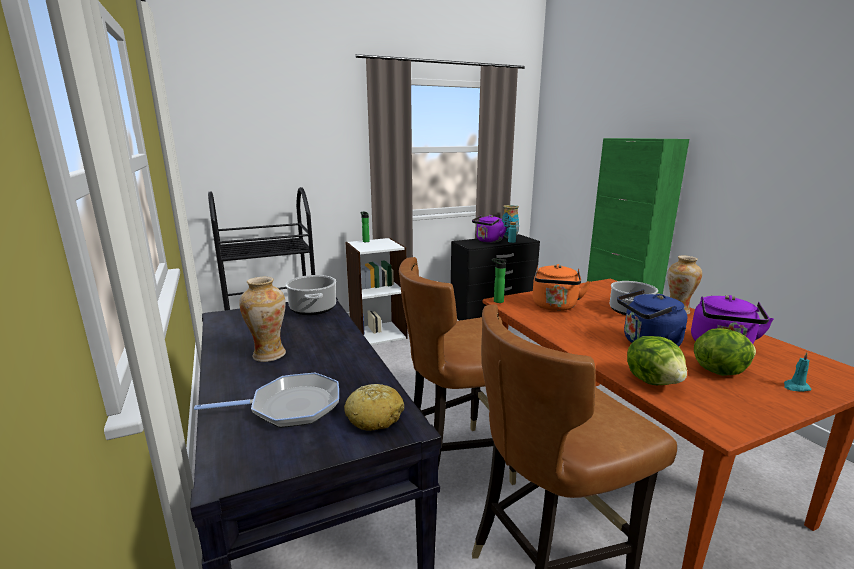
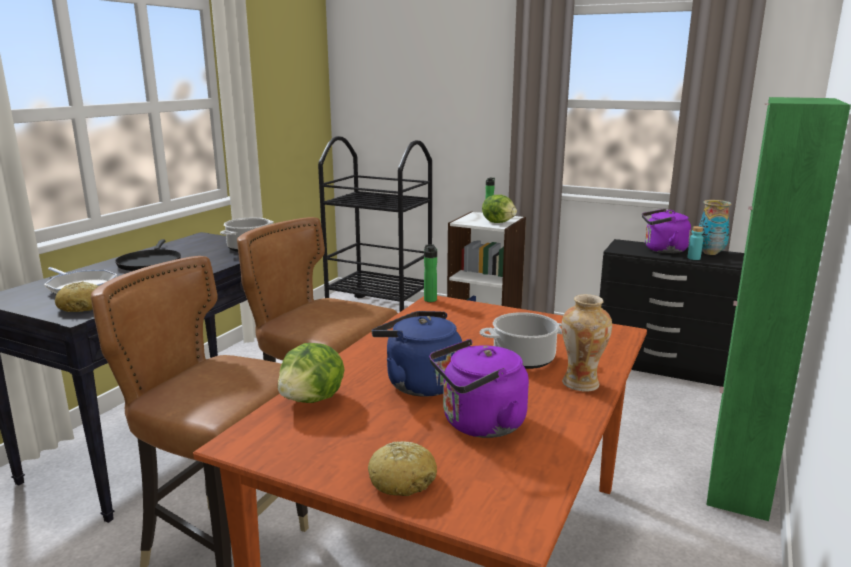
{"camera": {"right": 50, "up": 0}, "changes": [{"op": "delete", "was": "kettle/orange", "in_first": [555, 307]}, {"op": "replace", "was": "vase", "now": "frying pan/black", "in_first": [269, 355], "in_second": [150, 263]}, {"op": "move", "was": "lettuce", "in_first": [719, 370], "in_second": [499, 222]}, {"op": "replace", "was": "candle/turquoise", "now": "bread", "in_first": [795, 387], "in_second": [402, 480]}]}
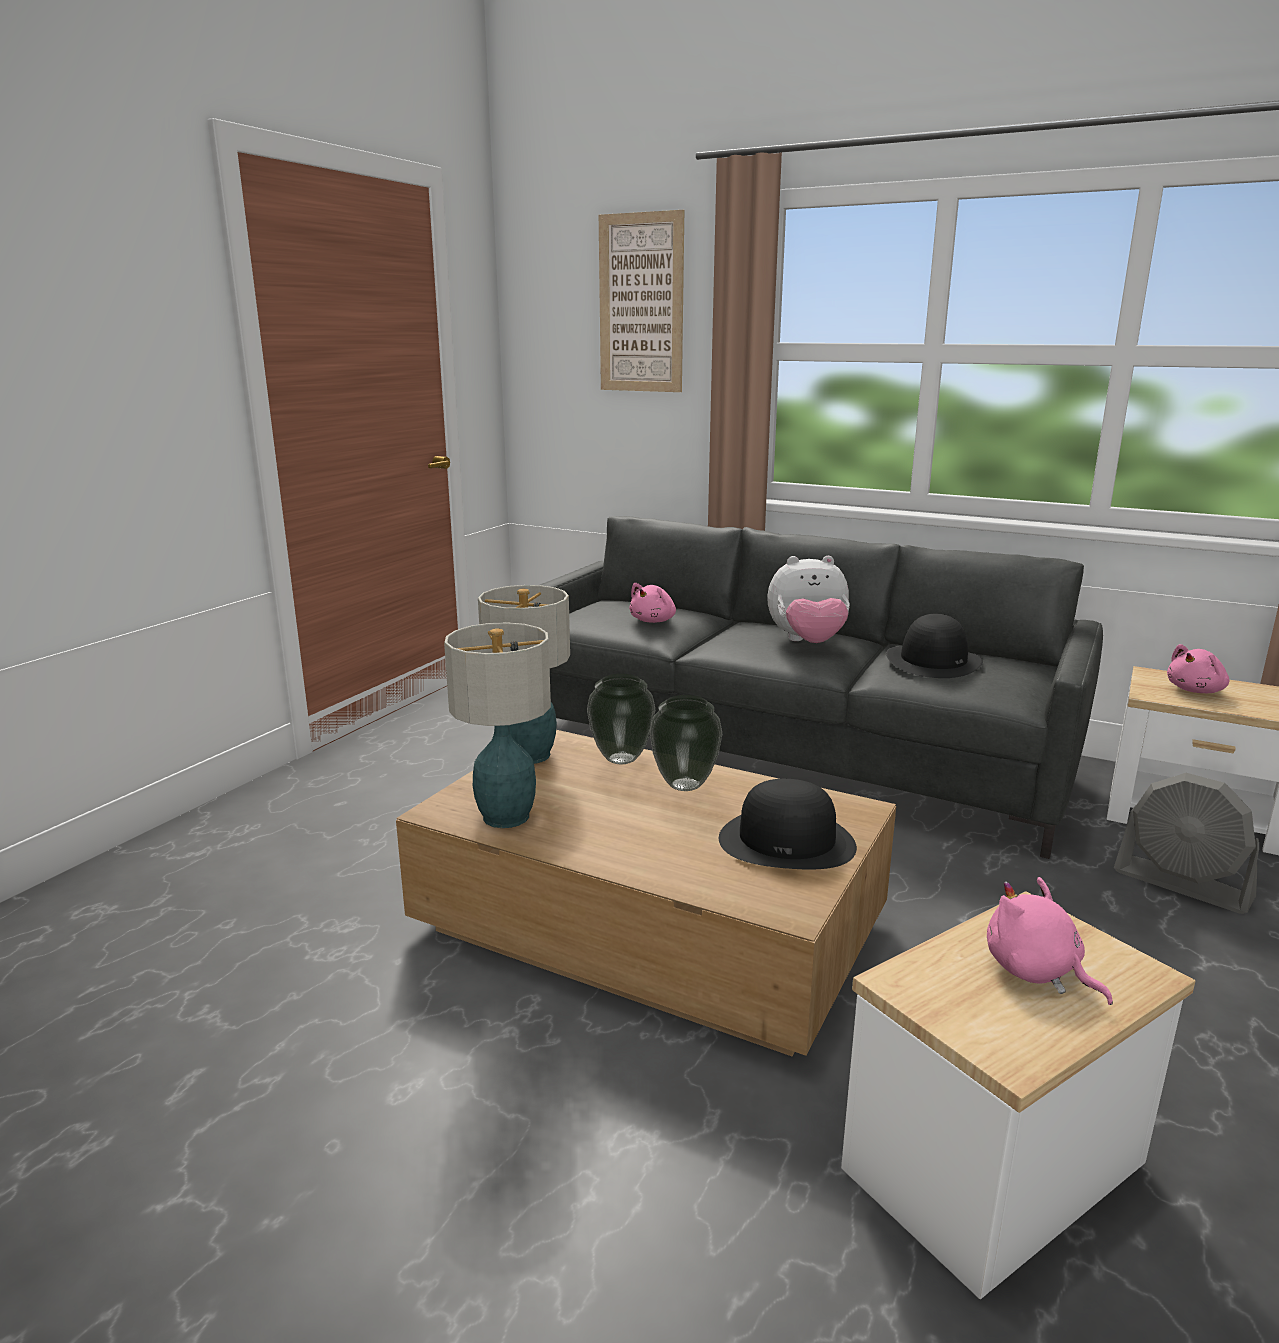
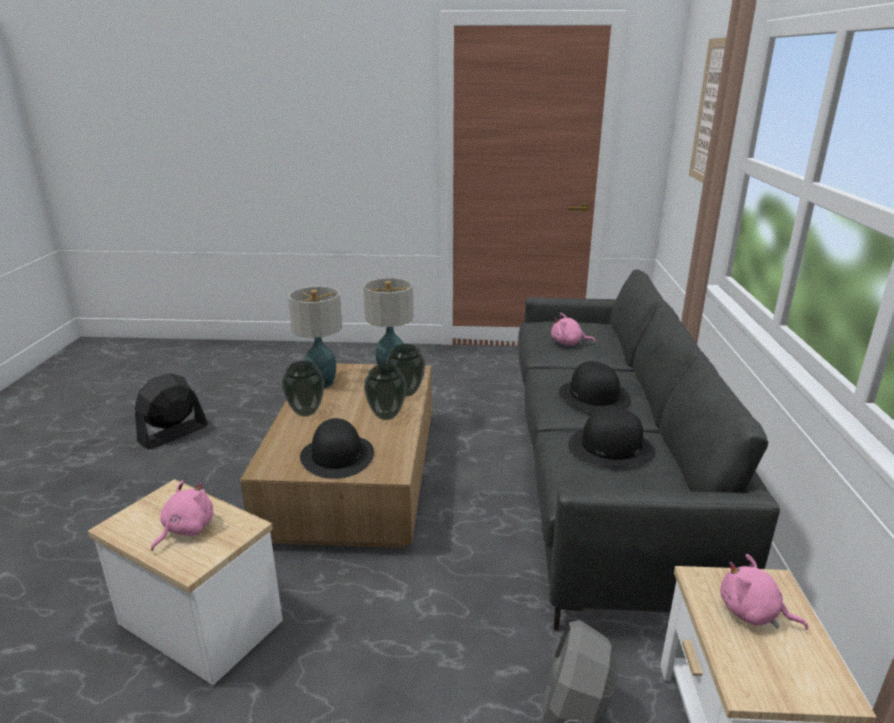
{"camera": {"right": 65, "up": 5}, "changes": [{"op": "replace", "was": "plush toy", "now": "hat/black", "in_first": [807, 643], "in_second": [594, 396]}, {"op": "insert", "now": "vase", "in_second": [305, 412]}, {"op": "insert", "now": "fan/black", "in_second": [173, 434]}]}
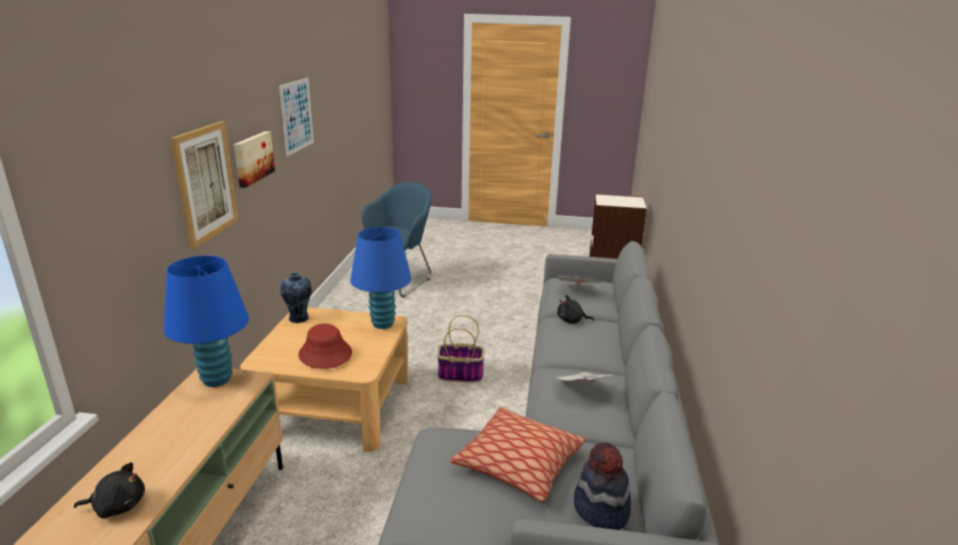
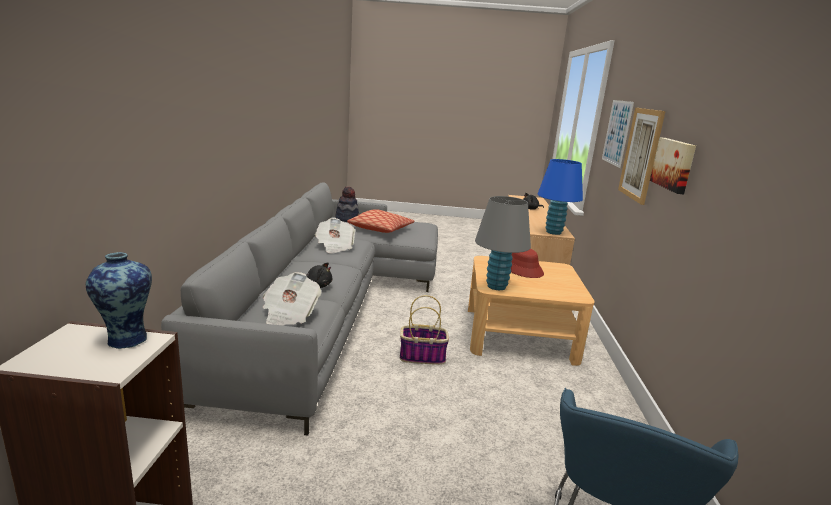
{"camera": {"right": 175, "up": -5}, "changes": [{"op": "move", "was": "picture", "in_first": [297, 116], "in_second": [617, 132]}, {"op": "recolor", "was": "table lamp/blue", "now": "table lamp/grey", "in_first": [383, 324], "in_second": [496, 286]}, {"op": "move", "was": "vase", "in_first": [299, 319], "in_second": [127, 339]}]}
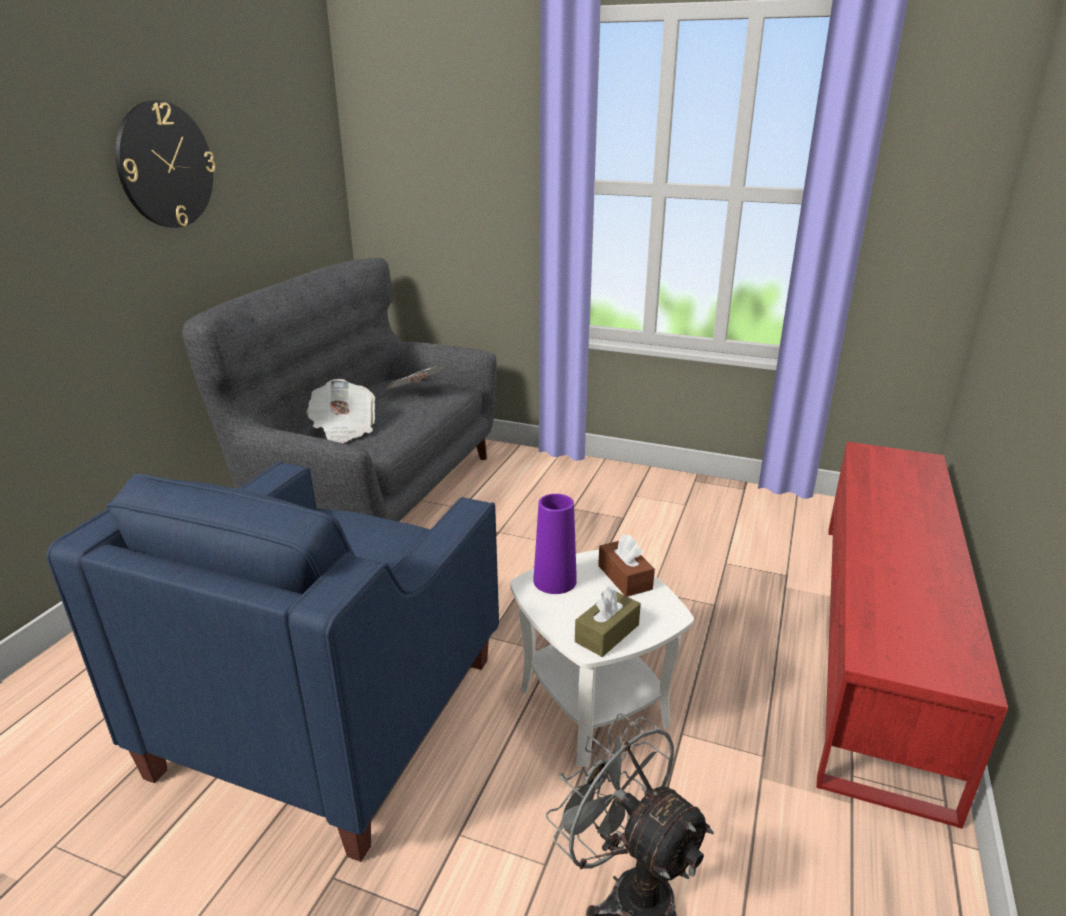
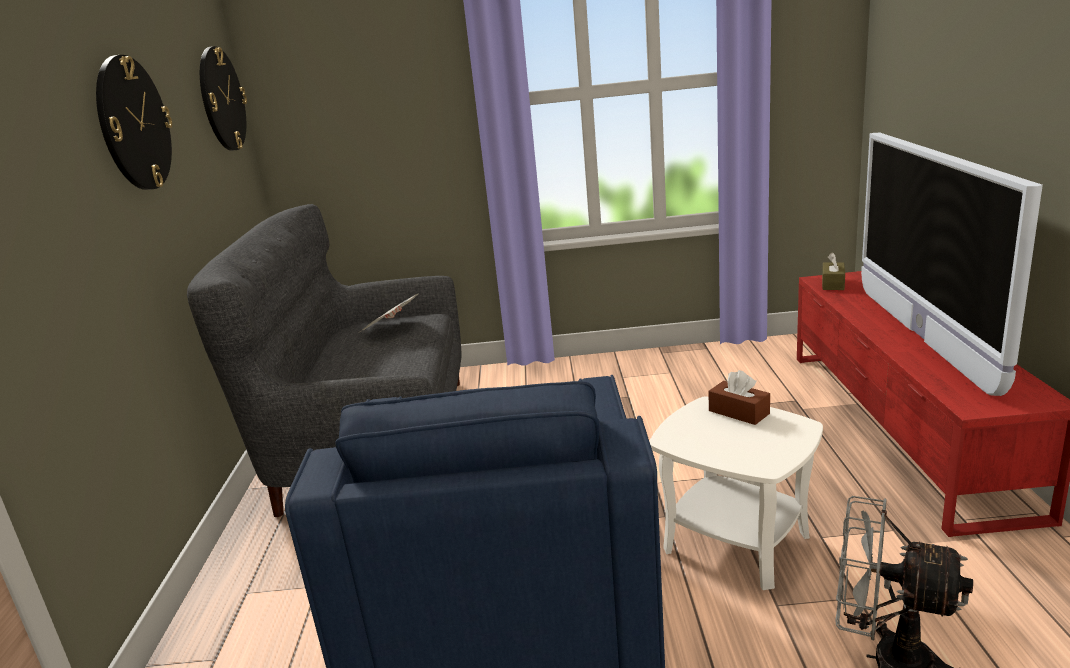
{"camera": {"right": -20, "up": -5}, "changes": [{"op": "delete", "was": "newspaper", "in_first": [343, 429]}, {"op": "delete", "was": "vase/purple", "in_first": [555, 581]}, {"op": "move", "was": "tissue box/brown", "in_first": [607, 633], "in_second": [833, 283]}, {"op": "insert", "now": "wall clock", "in_second": [222, 99]}, {"op": "insert", "now": "television", "in_second": [922, 336]}]}
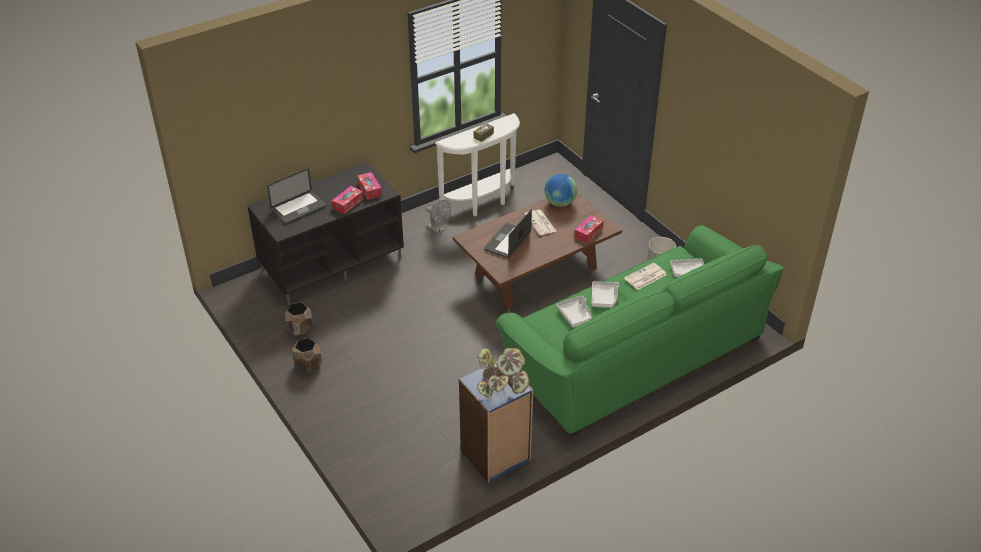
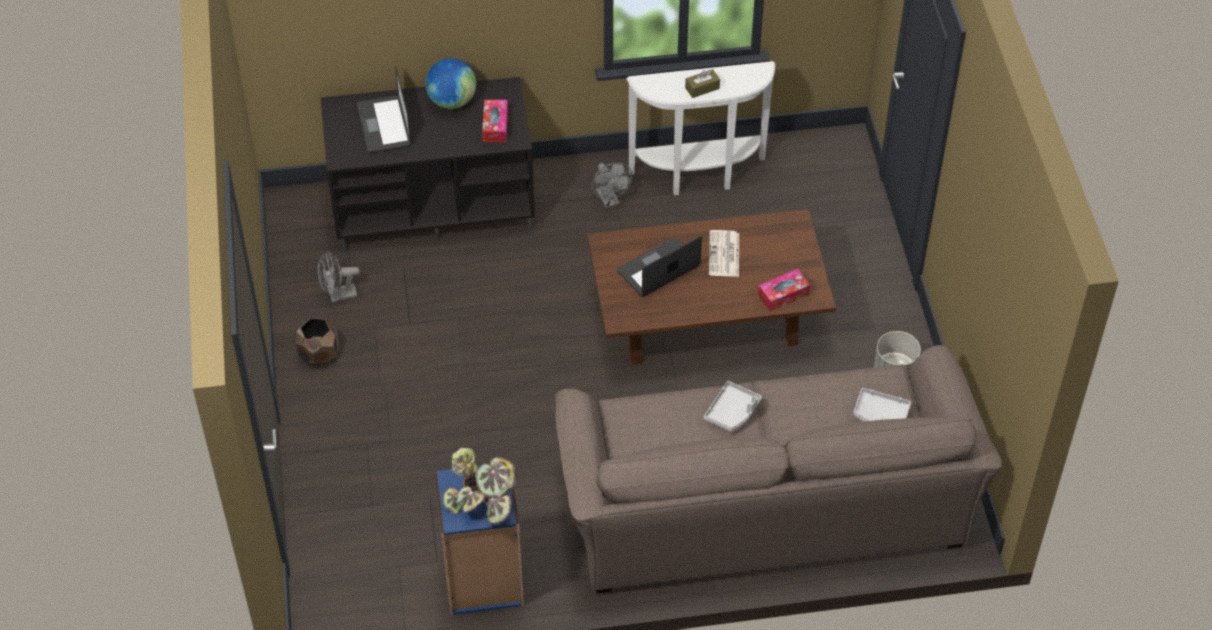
{"camera": {"right": 25, "up": 10}, "changes": [{"op": "rotate", "was": "laptop", "in_first": [299, 208], "in_second": [384, 125], "clockwise": 90}, {"op": "move", "was": "globe", "in_first": [560, 203], "in_second": [452, 101]}, {"op": "delete", "was": "tissue box", "in_first": [348, 203]}, {"op": "recolor", "was": "sofa/green", "now": "sofa/brown", "in_first": [633, 352], "in_second": [764, 499]}, {"op": "delete", "was": "newspaper", "in_first": [645, 277]}, {"op": "delete", "was": "tray/grey", "in_first": [575, 315]}, {"op": "replace", "was": "planter/brown", "now": "fan/grey", "in_first": [300, 329], "in_second": [338, 295]}]}
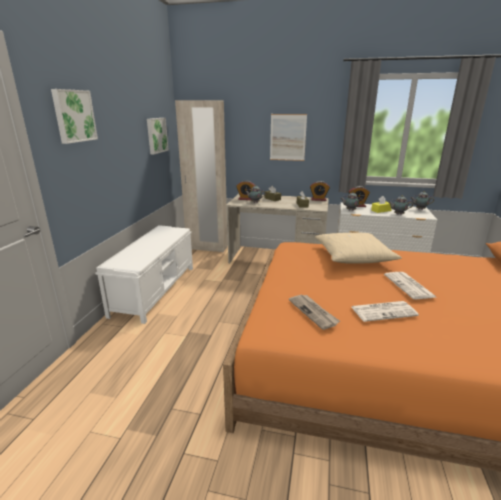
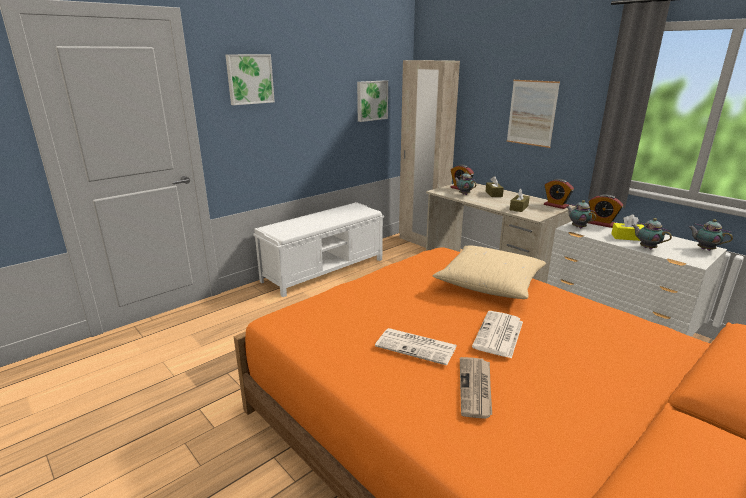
{"camera": {"right": 35, "up": 0}, "changes": [{"op": "move", "was": "newspaper", "in_first": [313, 312], "in_second": [476, 388]}]}
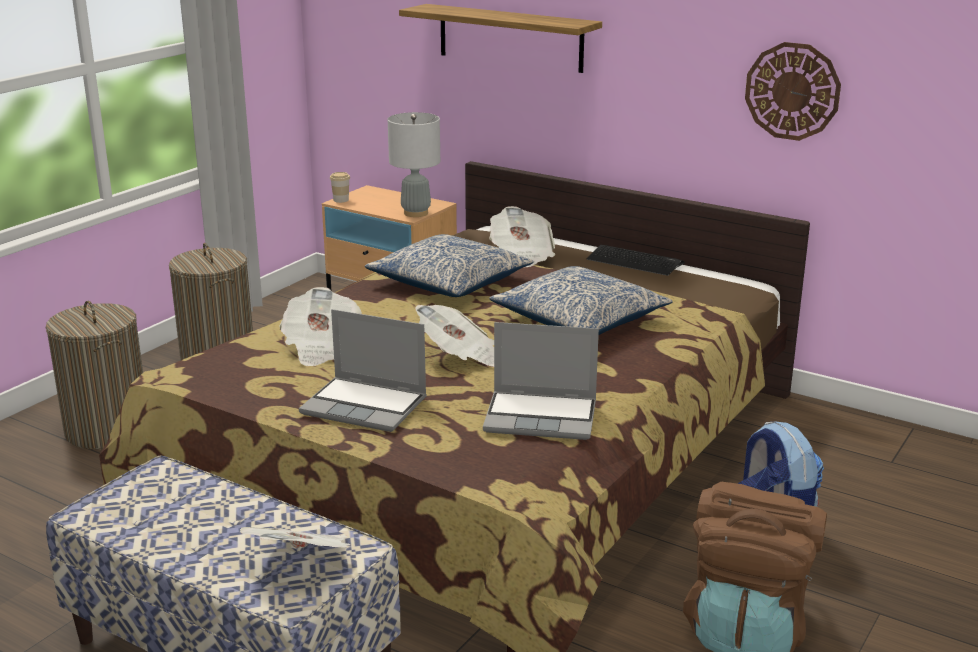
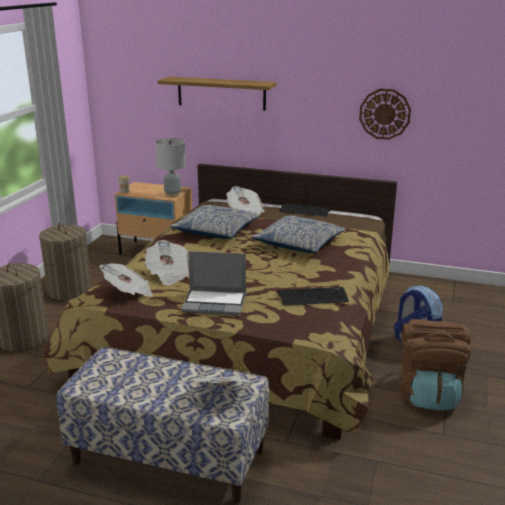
{"camera": {"right": -15, "up": 0}, "changes": [{"op": "move", "was": "newspaper", "in_first": [459, 356], "in_second": [128, 292]}, {"op": "replace", "was": "laptop", "now": "keyboard", "in_first": [542, 417], "in_second": [313, 297]}]}
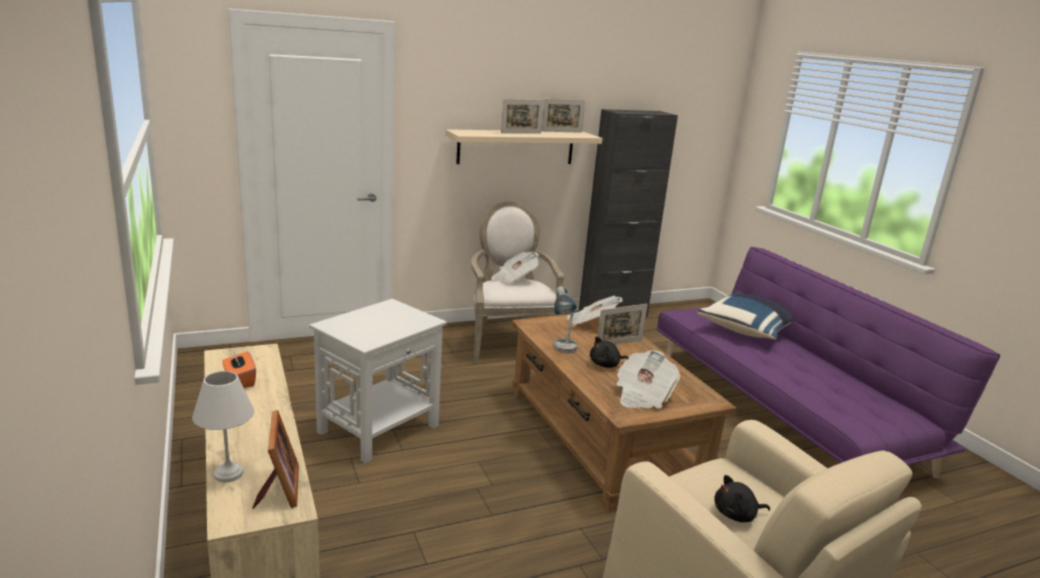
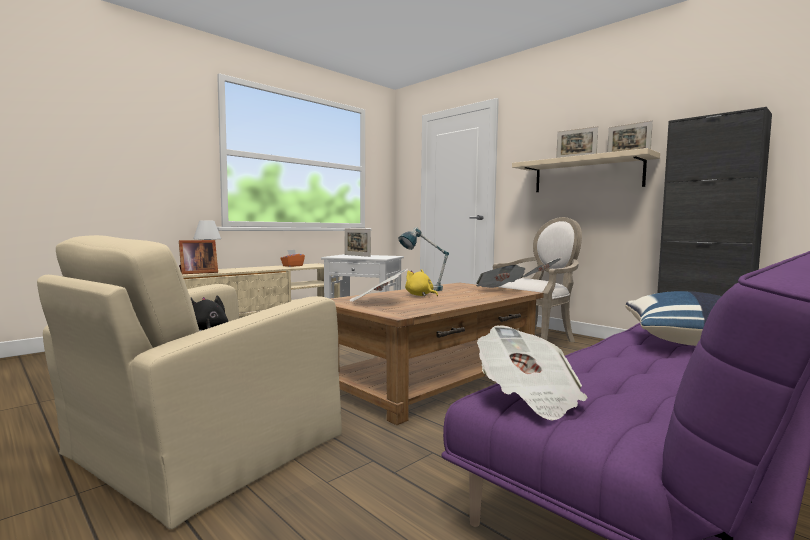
{"camera": {"right": 70, "up": -15}, "changes": [{"op": "move", "was": "picture frame", "in_first": [619, 343], "in_second": [357, 255]}, {"op": "recolor", "was": "plush toy/black", "now": "plush toy/yellow", "in_first": [606, 365], "in_second": [420, 295]}, {"op": "insert", "now": "newspaper", "in_second": [529, 397]}]}
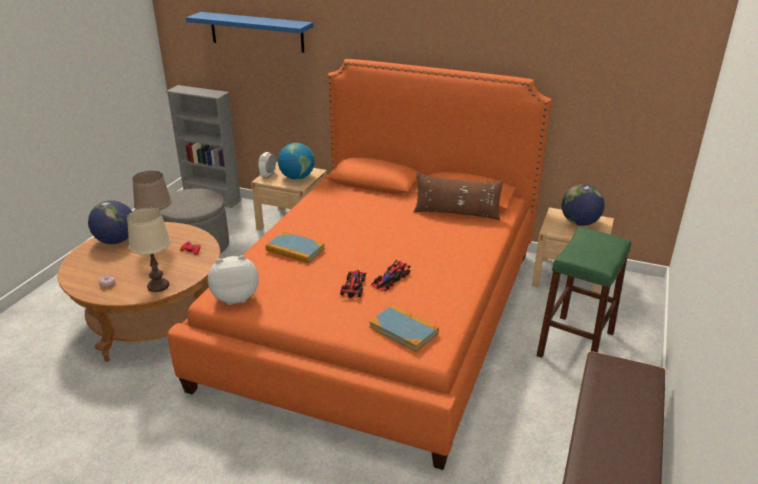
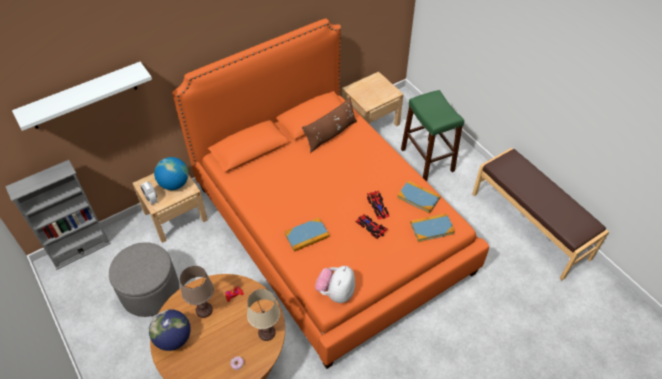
{"camera": {"right": -55, "up": 20}, "changes": [{"op": "recolor", "was": "shelf/blue", "now": "shelf/white", "in_first": [256, 32], "in_second": [83, 96]}, {"op": "delete", "was": "globe", "in_first": [579, 223]}, {"op": "insert", "now": "book", "in_second": [418, 198]}]}
